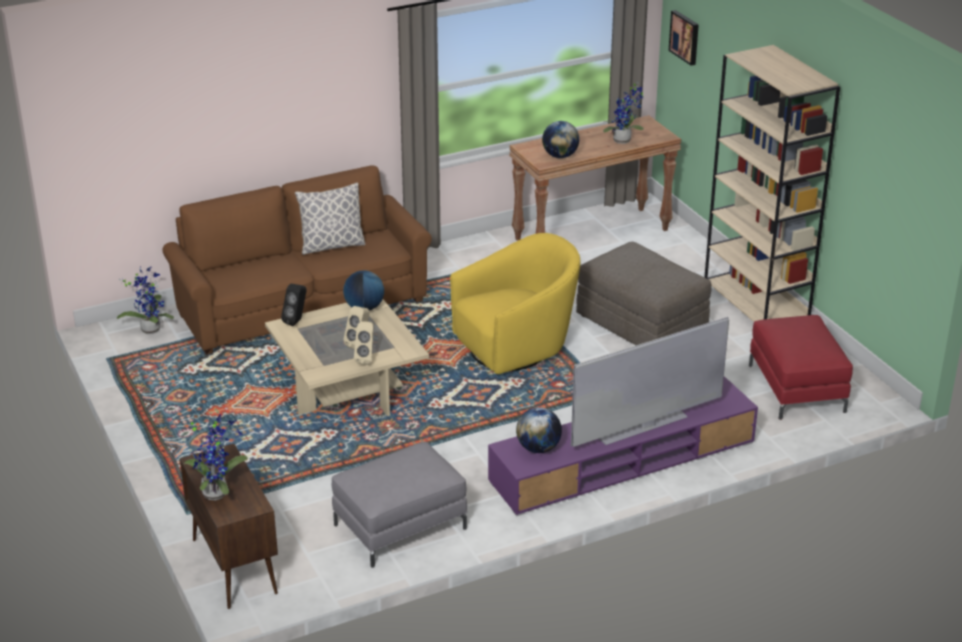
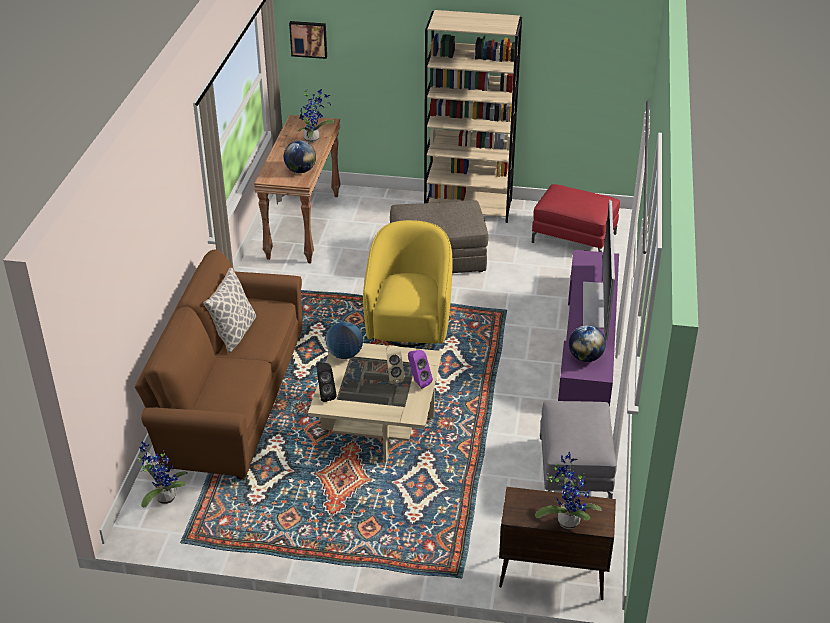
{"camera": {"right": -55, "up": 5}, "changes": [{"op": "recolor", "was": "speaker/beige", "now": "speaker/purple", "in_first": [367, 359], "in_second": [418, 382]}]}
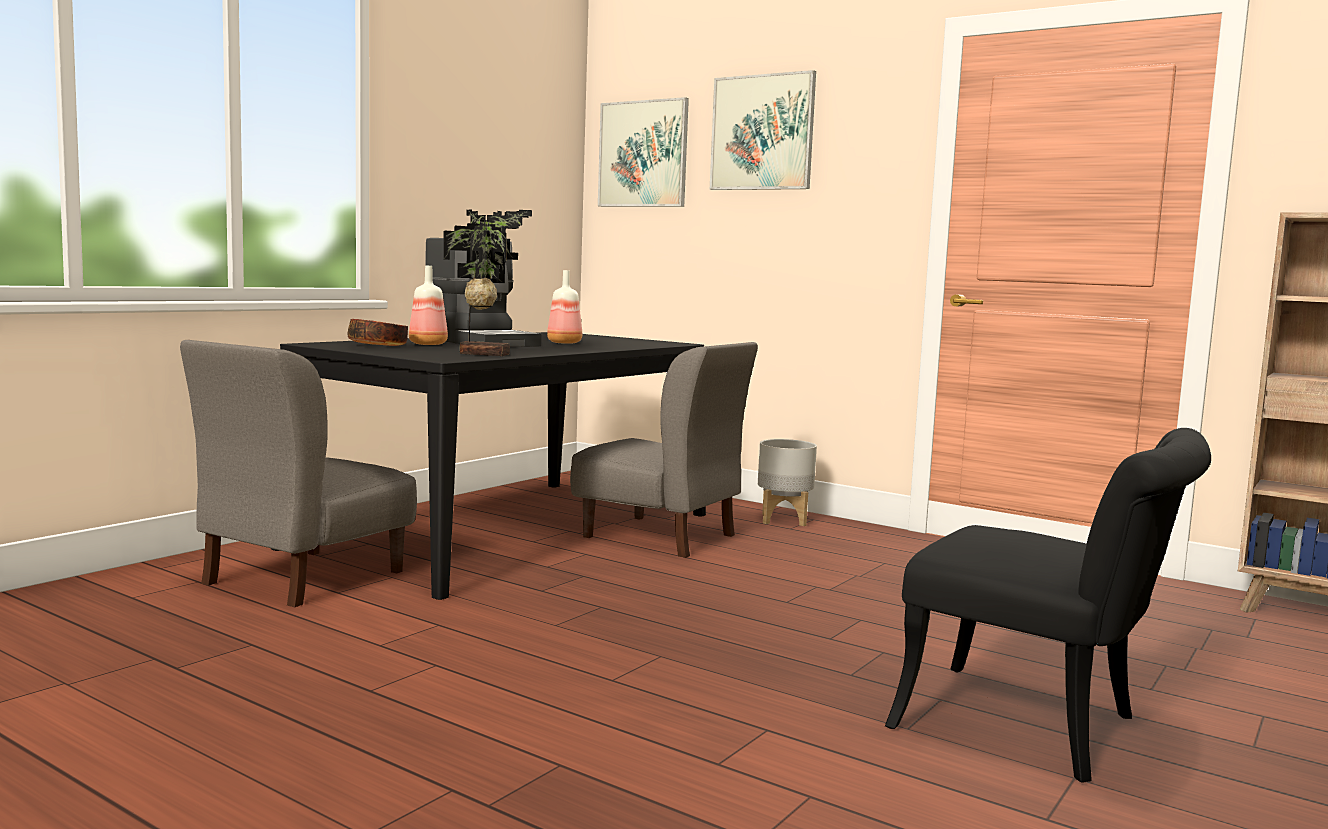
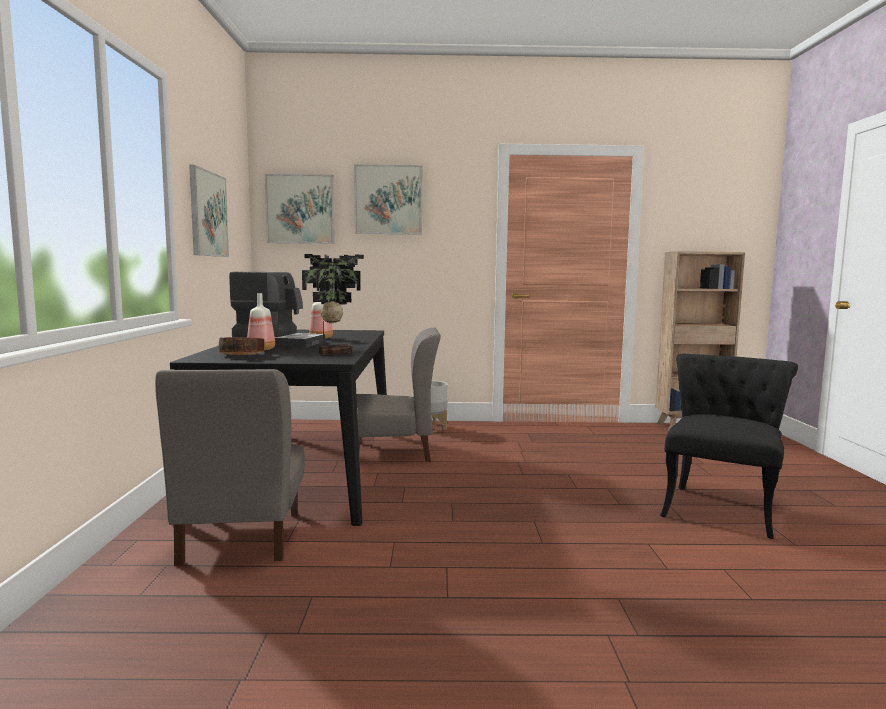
{"camera": {"right": -35, "up": 0}, "changes": [{"op": "rotate", "was": "chair/black", "in_first": [1041, 729], "in_second": [720, 506], "clockwise": -60}, {"op": "insert", "now": "picture", "in_second": [208, 214]}]}
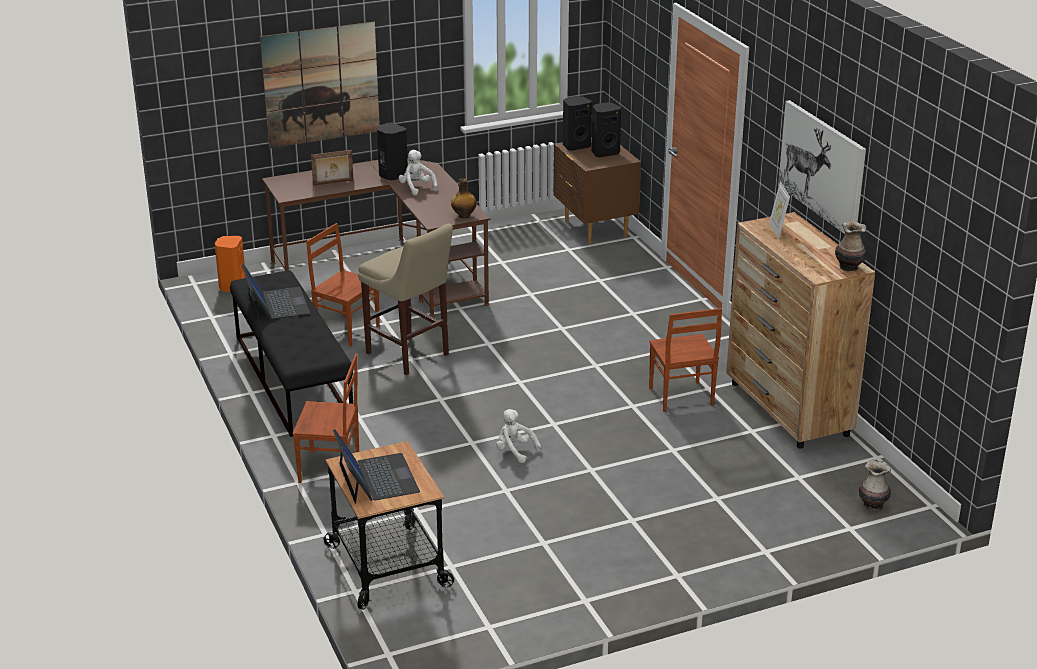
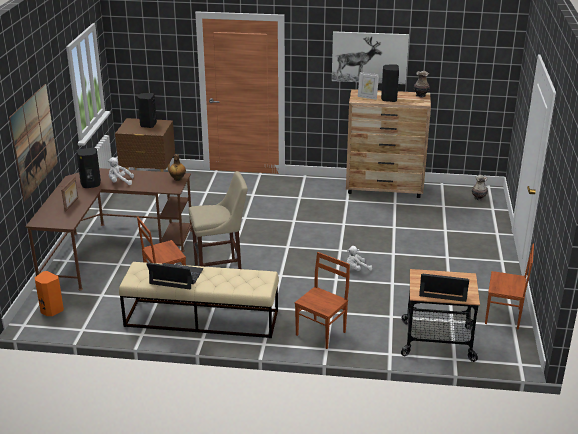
{"camera": {"right": -60, "up": 0}, "changes": [{"op": "move", "was": "speaker/black", "in_first": [575, 146], "in_second": [388, 99]}, {"op": "recolor", "was": "bench/black", "now": "bench/beige", "in_first": [292, 378], "in_second": [201, 318]}, {"op": "move", "was": "chair/brown", "in_first": [680, 397], "in_second": [503, 316]}]}
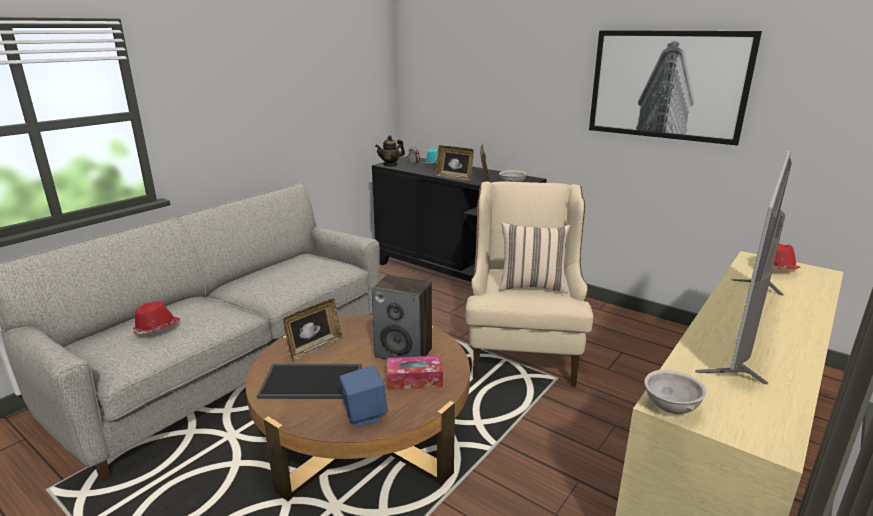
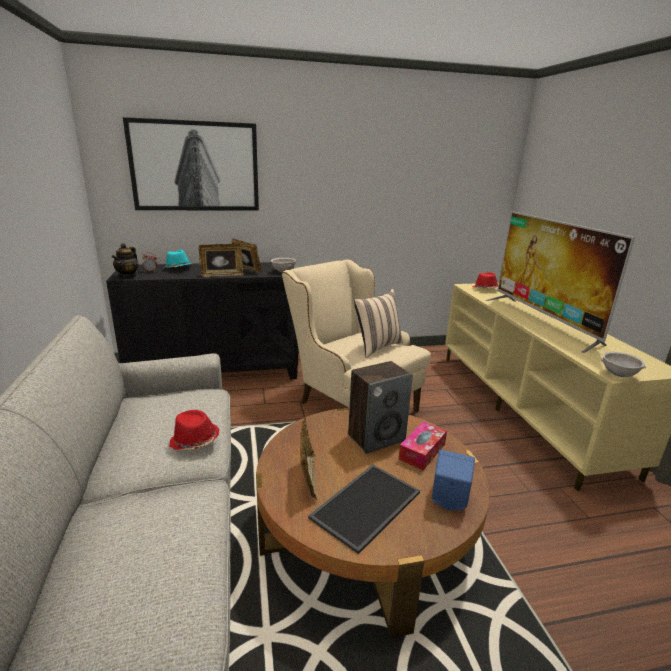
{"camera": {"right": -50, "up": 0}, "changes": [{"op": "move", "was": "picture", "in_first": [667, 85], "in_second": [195, 166]}, {"op": "move", "was": "hat/red", "in_first": [156, 329], "in_second": [194, 441]}]}
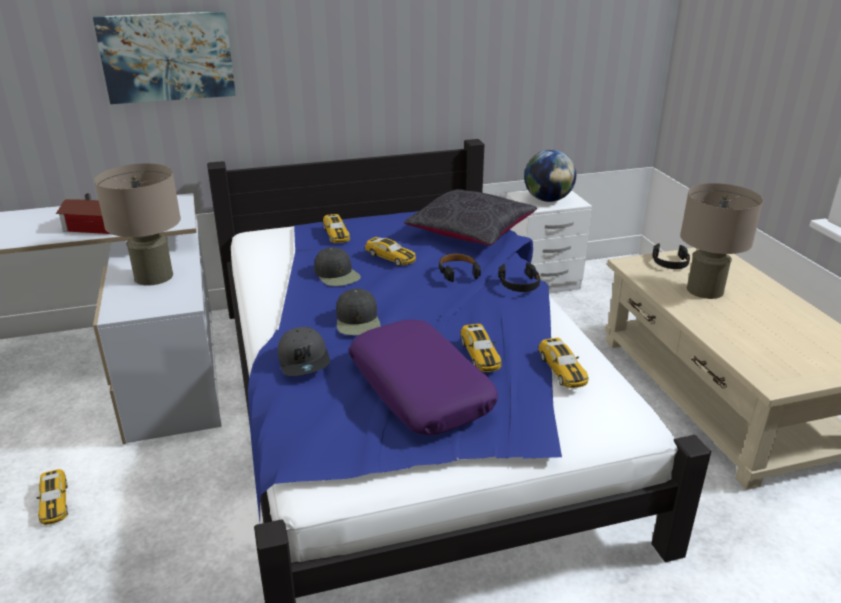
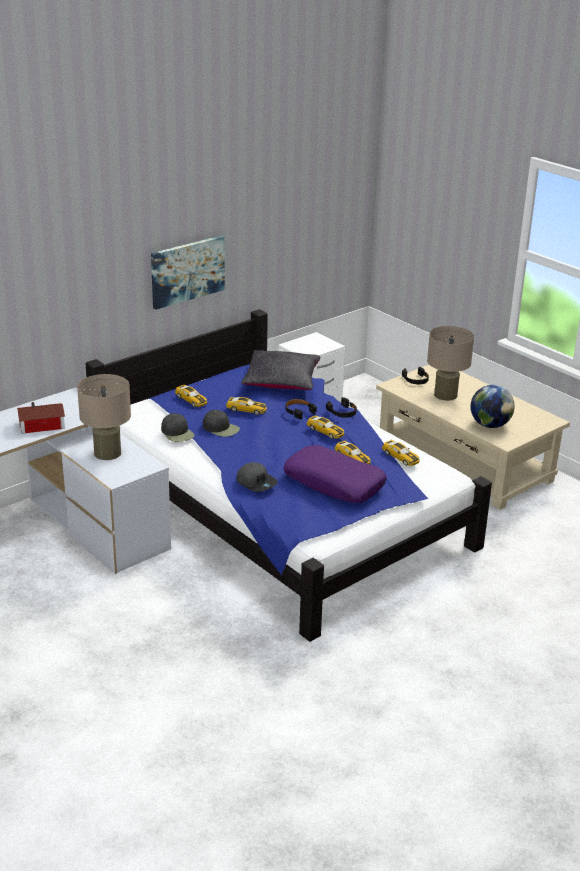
{"camera": {"right": -25, "up": 0}, "changes": [{"op": "move", "was": "picture", "in_first": [167, 57], "in_second": [187, 271]}, {"op": "move", "was": "globe", "in_first": [548, 199], "in_second": [490, 425]}, {"op": "move", "was": "cap/black", "in_first": [358, 321], "in_second": [177, 433]}, {"op": "move", "was": "toy car", "in_first": [54, 502], "in_second": [325, 431]}]}
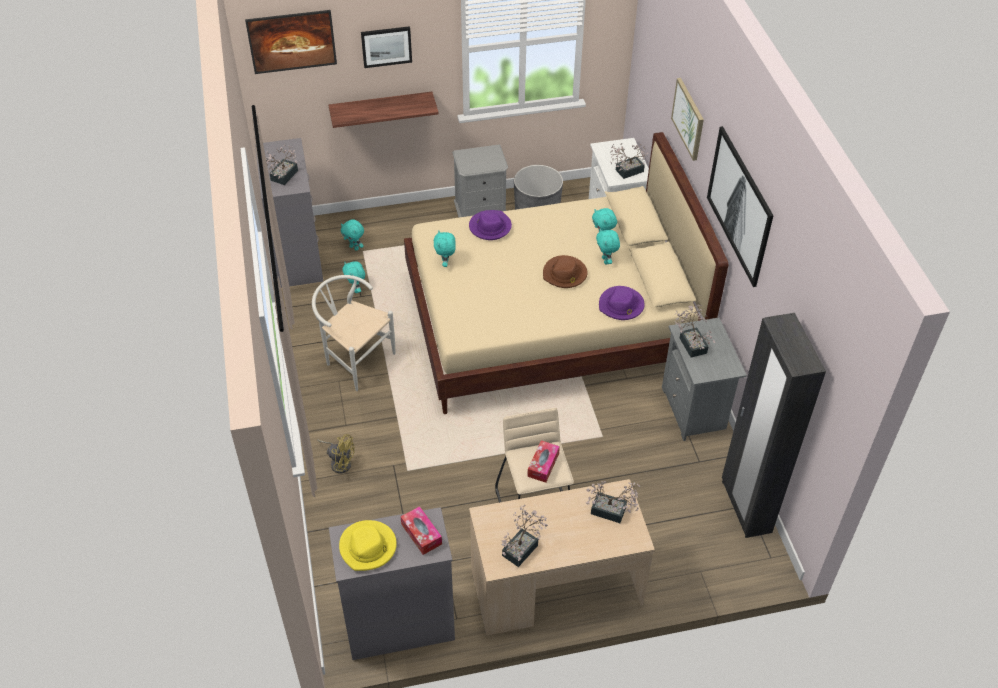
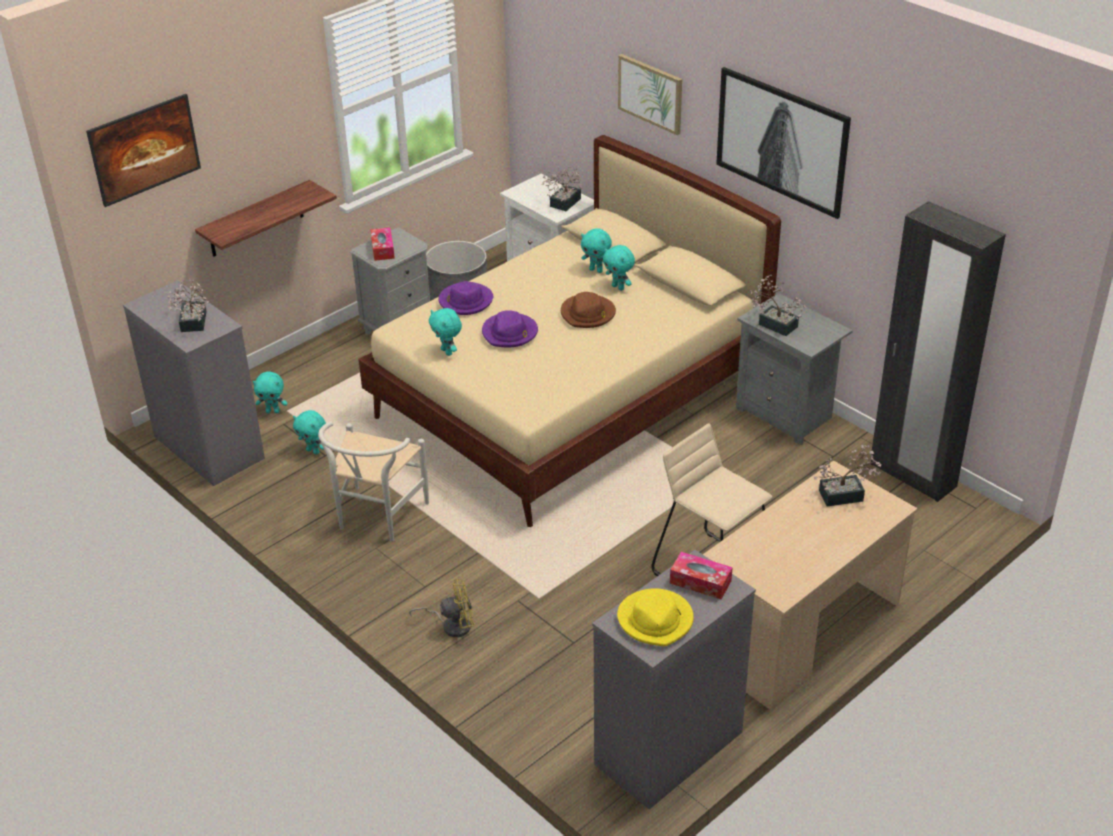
{"camera": {"right": -30, "up": -10}, "changes": [{"op": "delete", "was": "picture", "in_first": [386, 46]}, {"op": "rotate", "was": "chair/white", "in_first": [355, 360], "in_second": [376, 519], "clockwise": -75}, {"op": "move", "was": "hat/purple", "in_first": [621, 305], "in_second": [510, 333]}, {"op": "move", "was": "tissue box", "in_first": [543, 465], "in_second": [382, 249]}, {"op": "delete", "was": "potted plant", "in_first": [523, 547]}]}
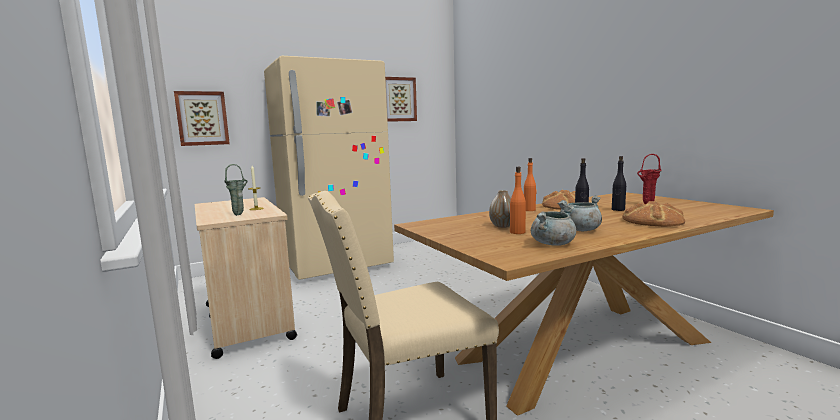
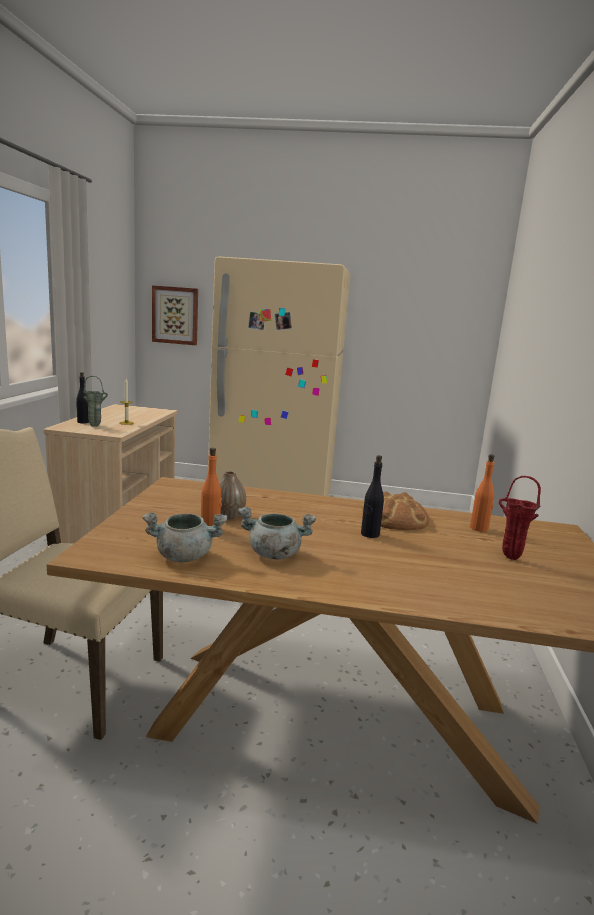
{"camera": {"right": 35, "up": 5}, "changes": [{"op": "delete", "was": "picture", "in_first": [398, 99]}, {"op": "move", "was": "bottle/black", "in_first": [618, 209], "in_second": [83, 422]}, {"op": "move", "was": "bottle/orange", "in_first": [529, 210], "in_second": [479, 528]}, {"op": "delete", "was": "bread", "in_first": [653, 221]}]}
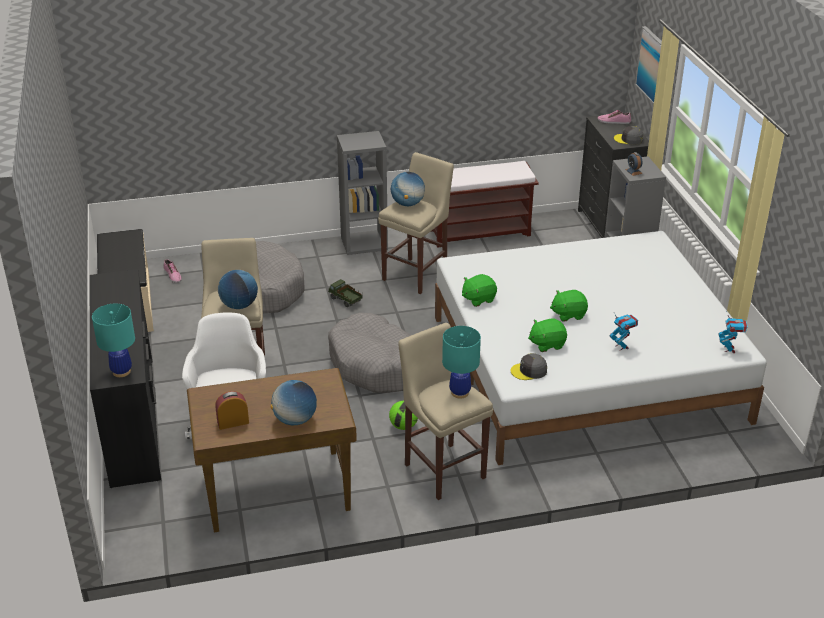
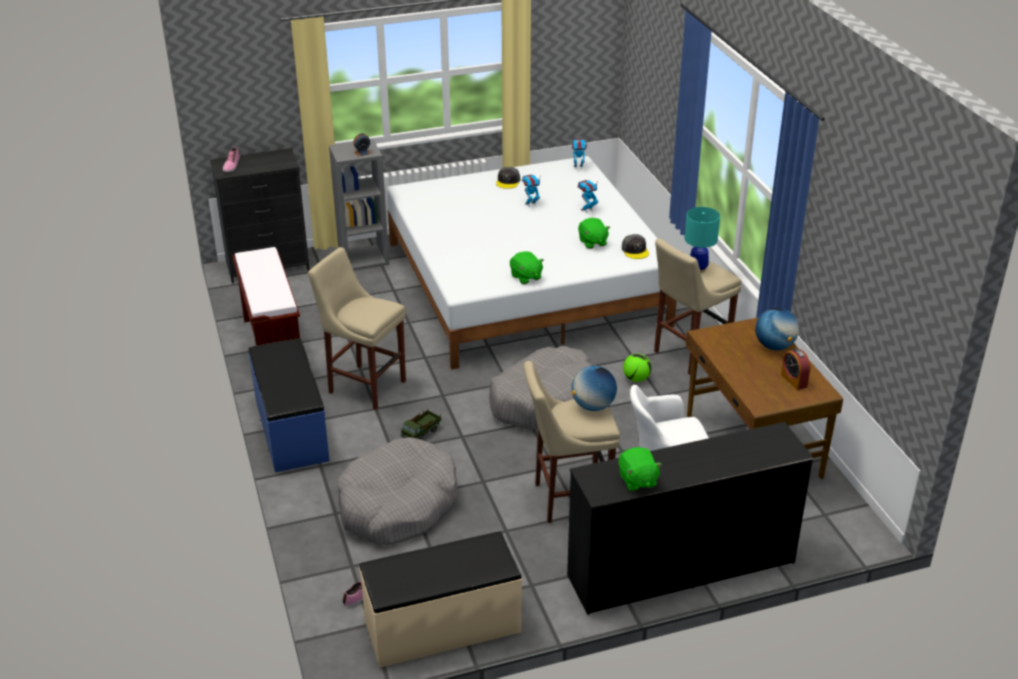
{"camera": {"right": -95, "up": 0}, "changes": [{"op": "delete", "was": "picture", "in_first": [652, 65]}, {"op": "move", "was": "cap/grey", "in_first": [628, 139], "in_second": [508, 181]}, {"op": "replace", "was": "bookcase/grey", "now": "bench/blue", "in_first": [364, 243], "in_second": [290, 429]}, {"op": "delete", "was": "globe", "in_first": [407, 204]}, {"op": "move", "was": "plush toy/green", "in_first": [568, 314], "in_second": [637, 480]}, {"op": "delete", "was": "table lamp/turquoise", "in_first": [121, 371]}, {"op": "insert", "now": "toy robot", "in_second": [531, 204]}]}
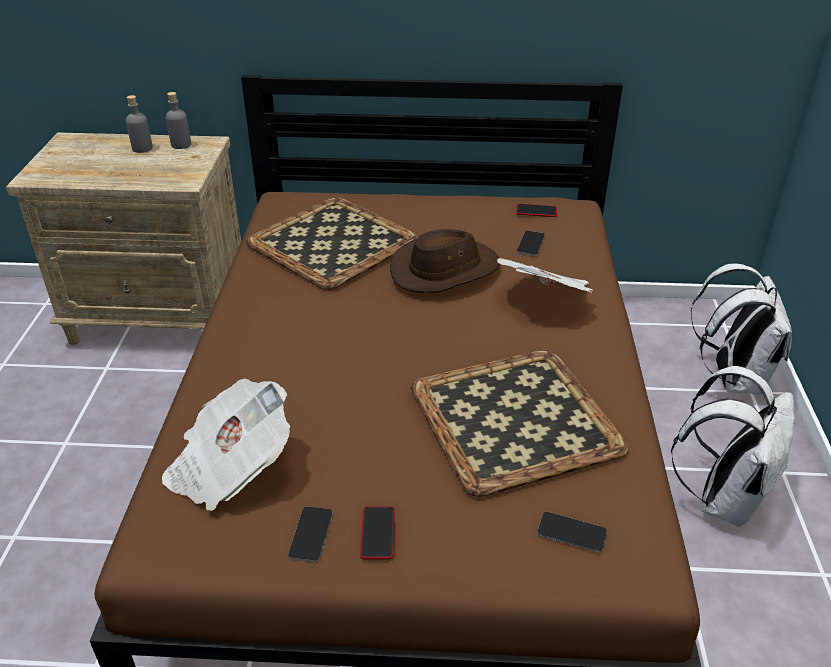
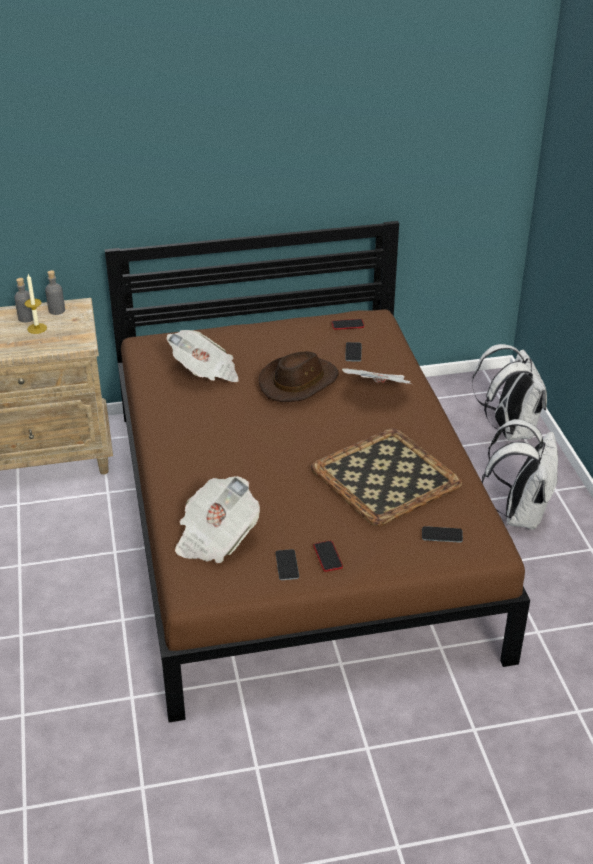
{"camera": {"right": -15, "up": 0}, "changes": [{"op": "replace", "was": "tray", "now": "newspaper", "in_first": [334, 242], "in_second": [205, 373]}, {"op": "insert", "now": "candle", "in_second": [37, 328]}]}
